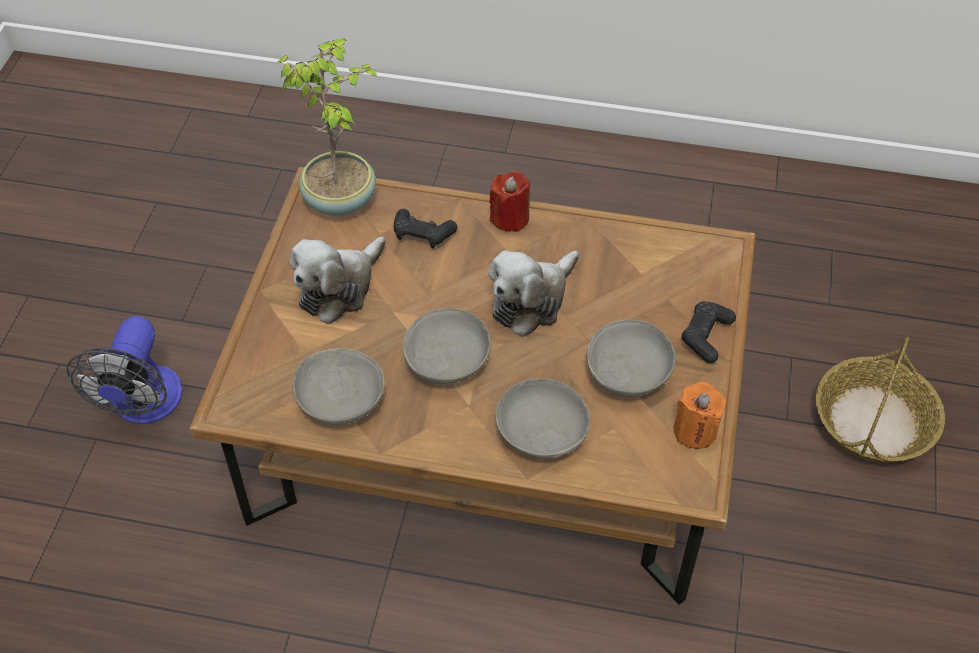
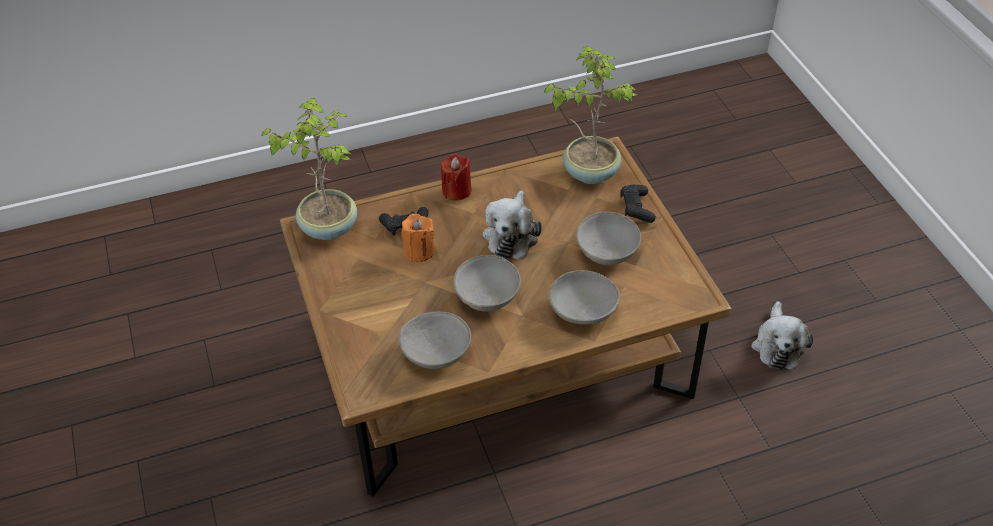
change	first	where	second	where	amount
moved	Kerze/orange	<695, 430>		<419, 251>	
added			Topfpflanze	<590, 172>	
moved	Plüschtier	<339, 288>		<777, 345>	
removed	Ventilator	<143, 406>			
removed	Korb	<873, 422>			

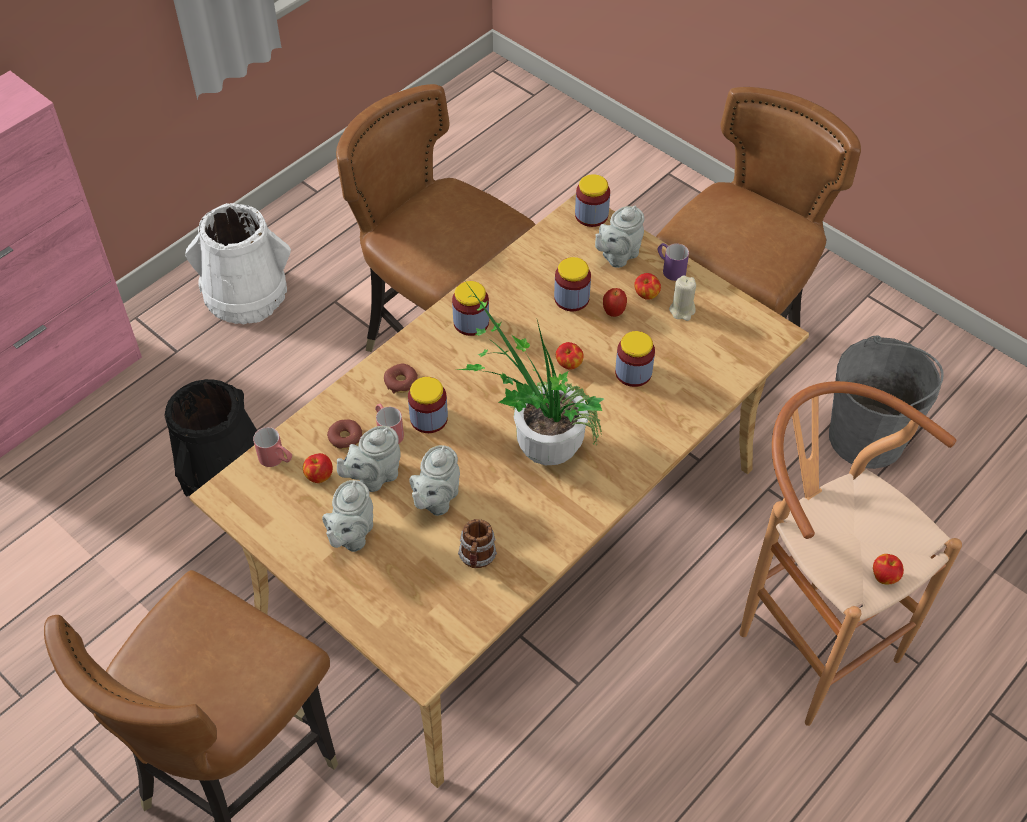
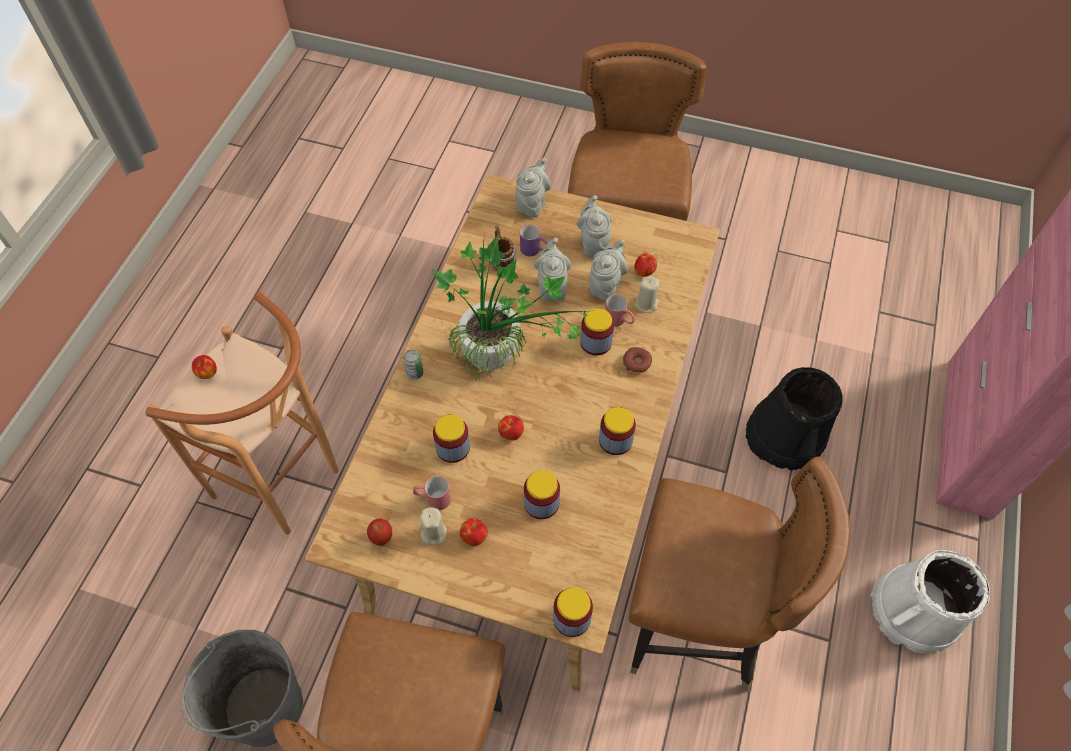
change	first	where	second	where	amount
moved	Apfel	<613, 312>		<382, 538>	
added			Dose	<415, 373>	
moved	Henkelbecher/rot	<276, 459>		<432, 499>	
moved	Teekanne/grau	<618, 256>		<532, 203>	
moved	Henkelbecher/lila	<670, 268>		<534, 250>	
replaced	Donut	<345, 438>	Kerze/beige	<646, 304>	

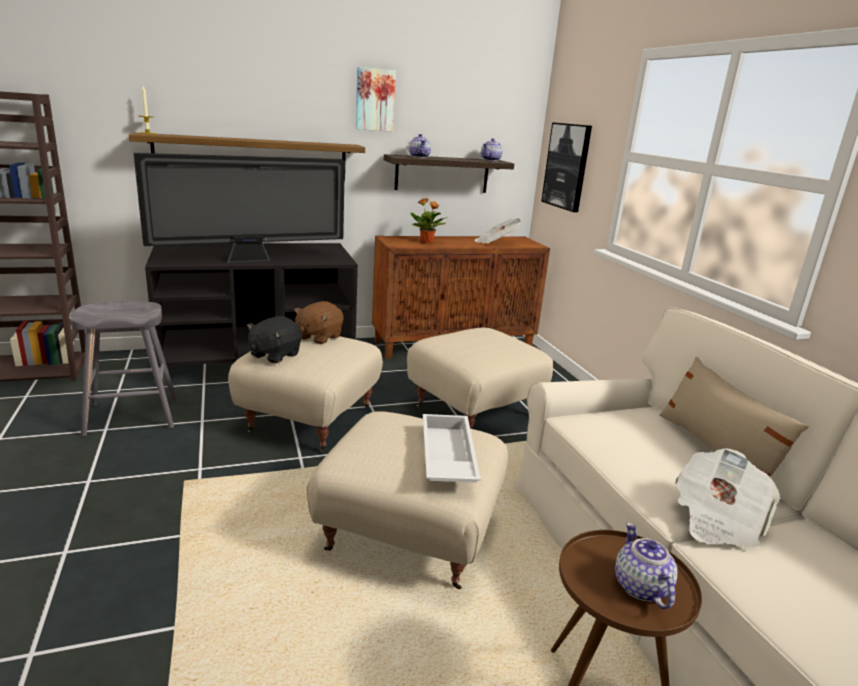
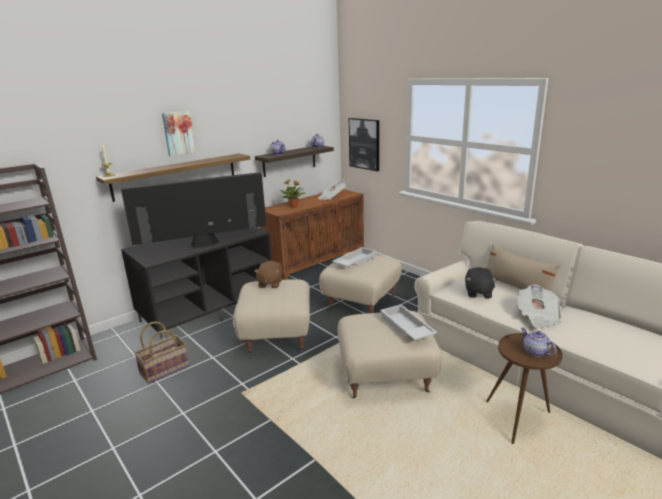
change	first	where	second	where	amount
turned	Fernseher	<250, 260>		<203, 245>	150 degrees counterclockwise
replaced	Hocker/grau	<131, 416>	Korb	<164, 369>	
moved	Bild	<374, 100>		<178, 133>	
added			Tablett/weiß	<354, 261>	
moved	Plüschtier/schwarz	<274, 355>		<478, 293>	

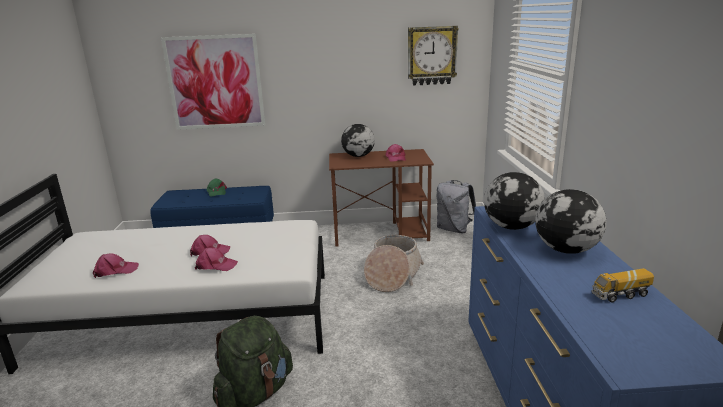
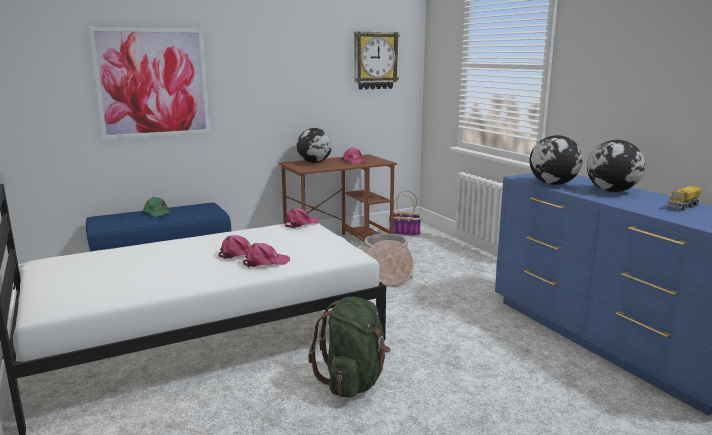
change	first	where	second	where	amount
moved	Kappe/rosa	<115, 271>		<301, 224>	
replaced	Rucksack/grau	<454, 229>	Korb	<405, 233>	

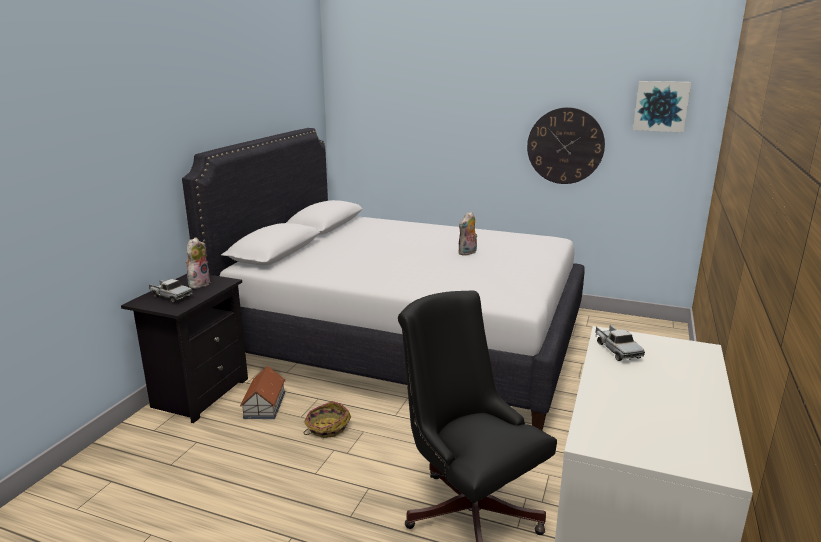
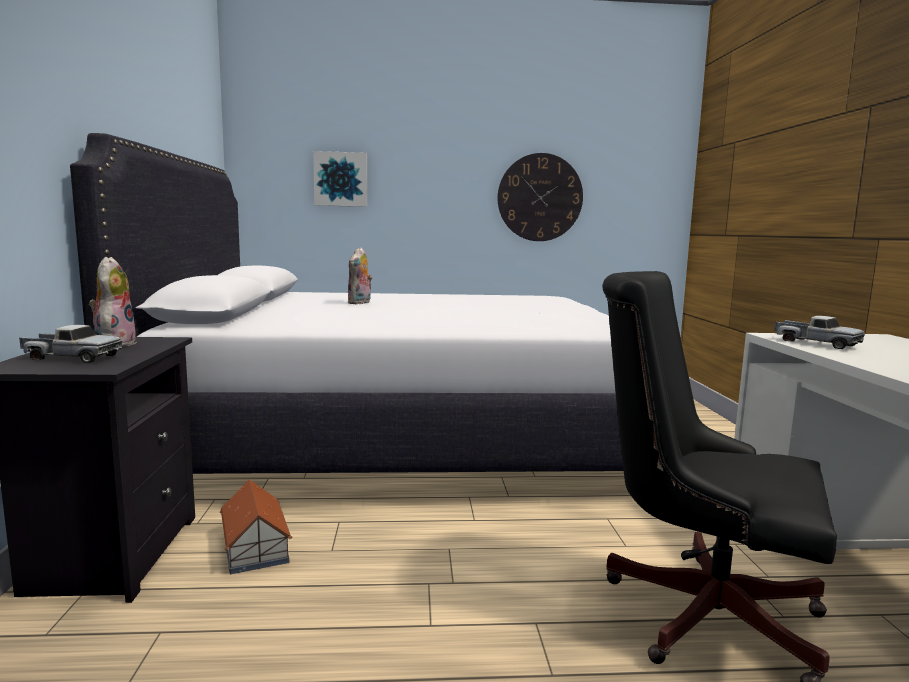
change	first	where	second	where	amount
moved	Bild	<661, 106>		<341, 179>	
moved	Plüschtier	<467, 253>		<360, 303>	
removed	Korb	<326, 427>			

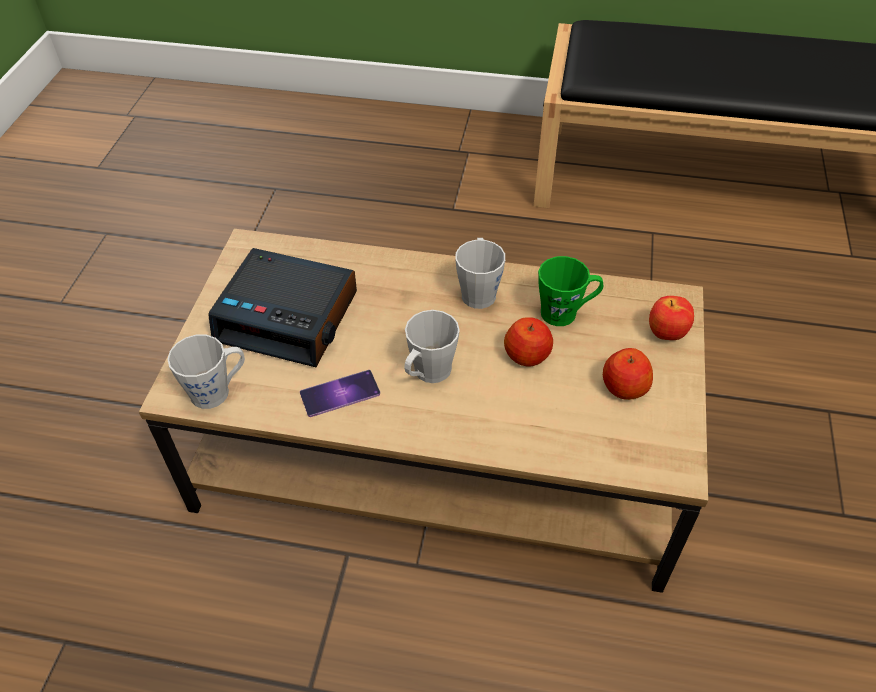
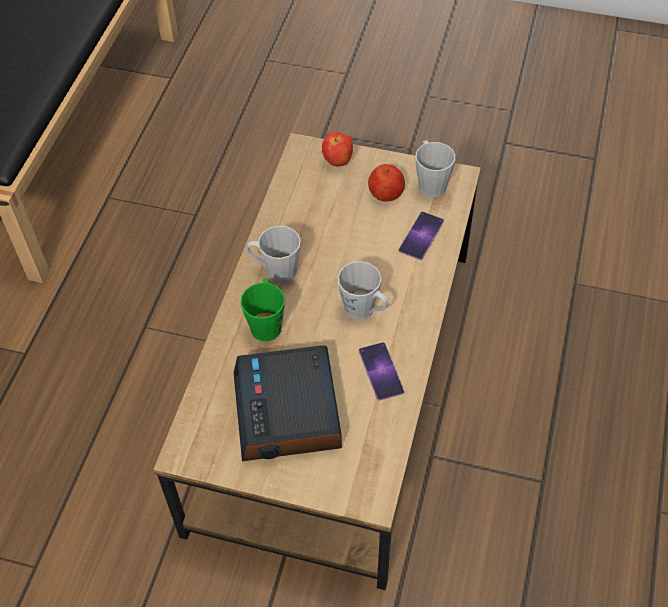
change	first	where	second	where	amount
turned	Wecker	<289, 317>		<288, 412>	150 degrees clockwise
moved	Henkelbecher/grün	<565, 313>		<266, 323>	
added			Handy	<421, 236>	
moved	Henkelbecher/grau	<217, 391>		<430, 182>	
removed	Apfel	<527, 355>			

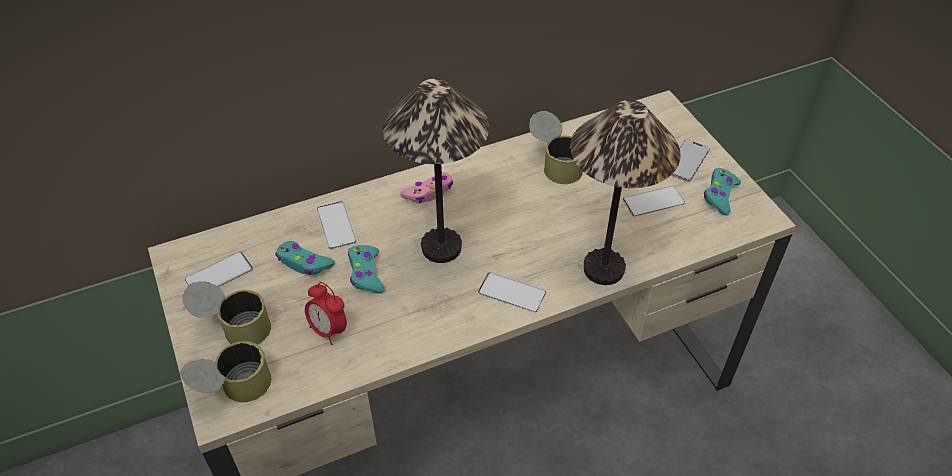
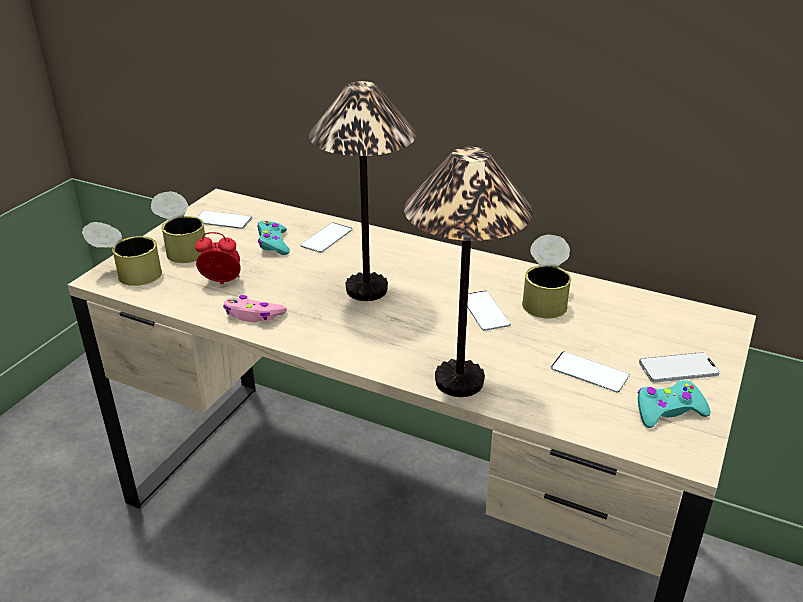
change	first	where	second	where	amount
turned	Wecker	<328, 330>		<222, 282>	90 degrees clockwise
moved	Gamepad/rosa	<429, 192>		<254, 315>	
moved	Handy	<512, 292>		<484, 311>	
removed	Gamepad/türkis	<366, 274>			

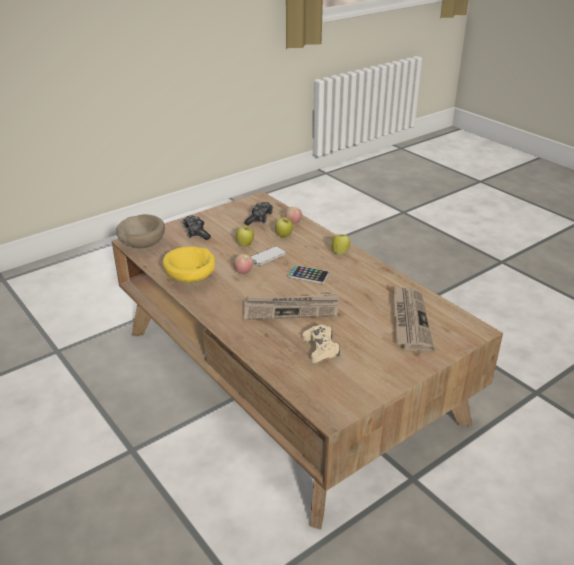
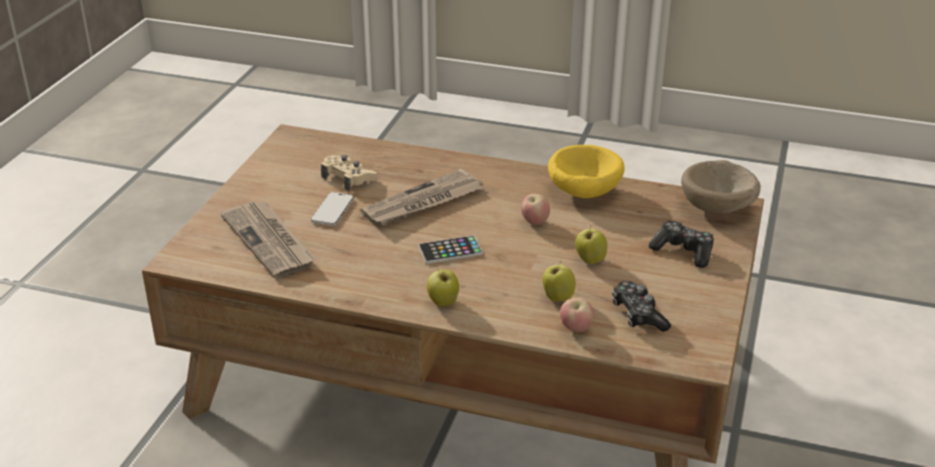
change	first	where	second	where	amount
moved	Handy	<267, 257>		<332, 210>	

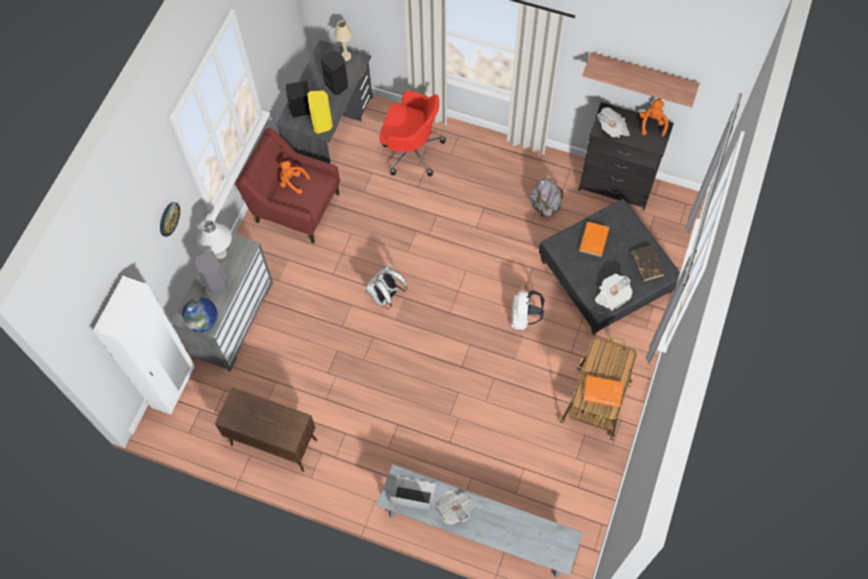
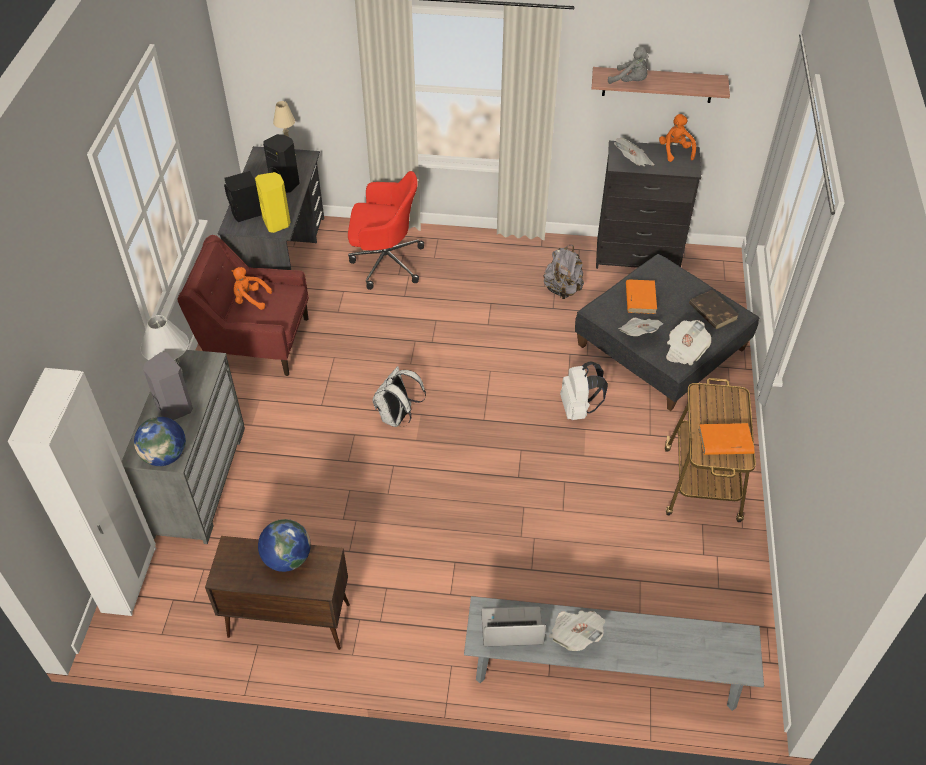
change	first	where	second	where	amount
added			Globus	<287, 558>	
added			Plüschtier/grau	<630, 82>	
added			Zeitung	<638, 334>	
removed	Wanduhr	<168, 218>			

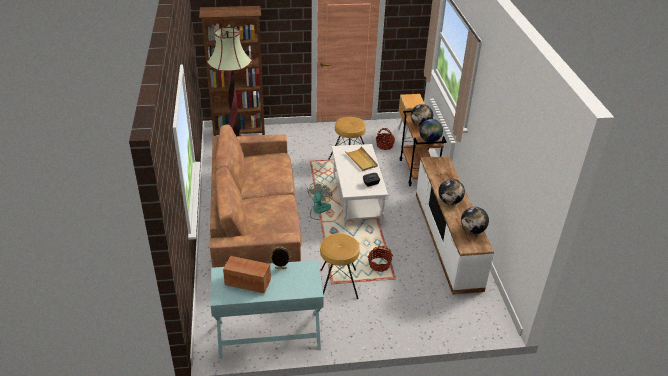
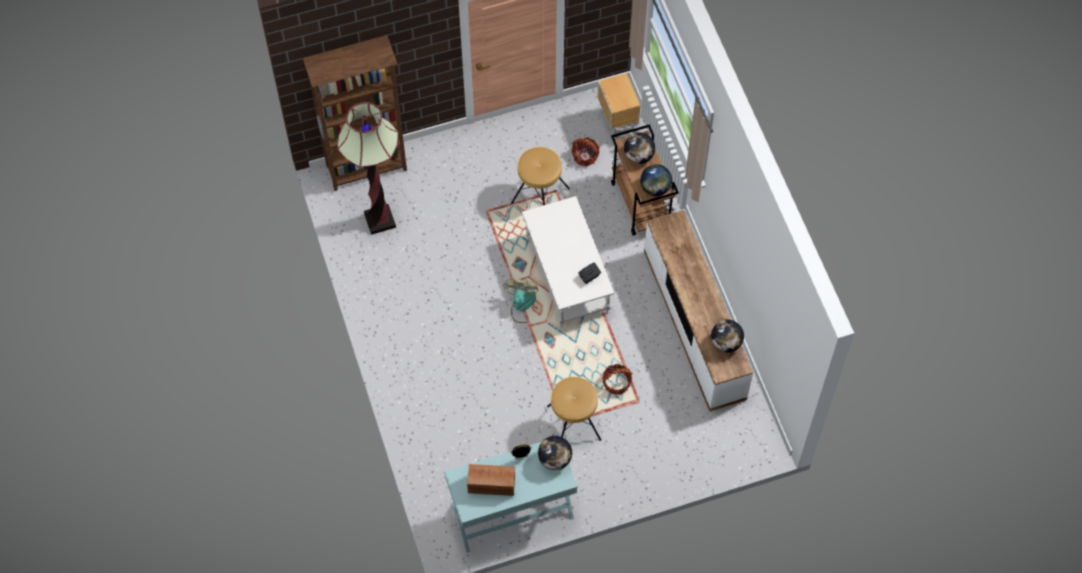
change	first	where	second	where	amount
moved	Globus	<449, 201>		<555, 459>	
removed	Sofa/braun	<255, 219>			
removed	Tablett/beige	<361, 160>			

